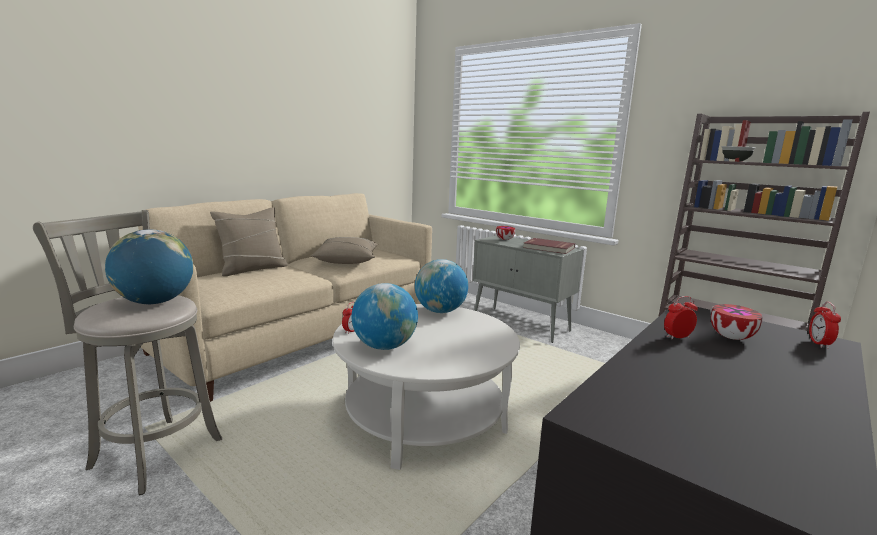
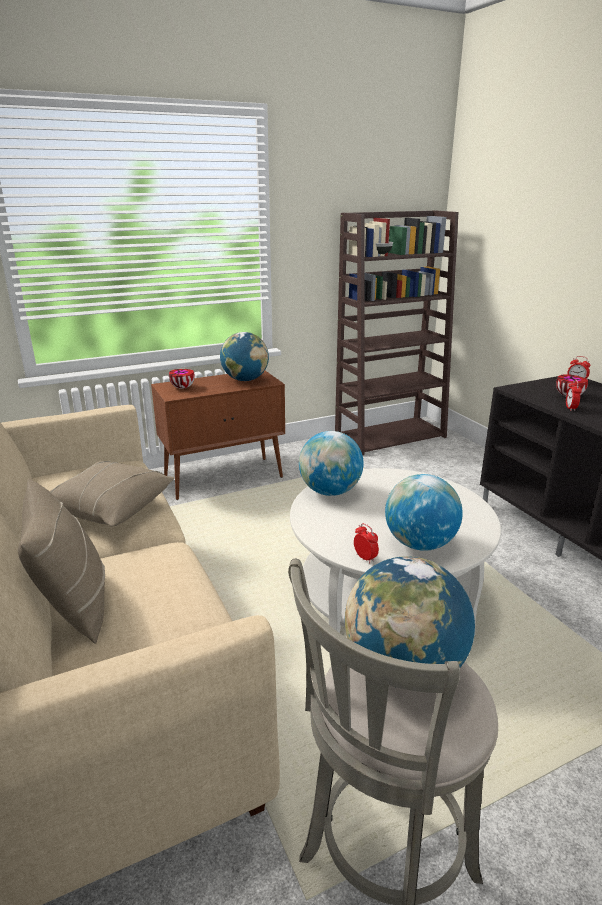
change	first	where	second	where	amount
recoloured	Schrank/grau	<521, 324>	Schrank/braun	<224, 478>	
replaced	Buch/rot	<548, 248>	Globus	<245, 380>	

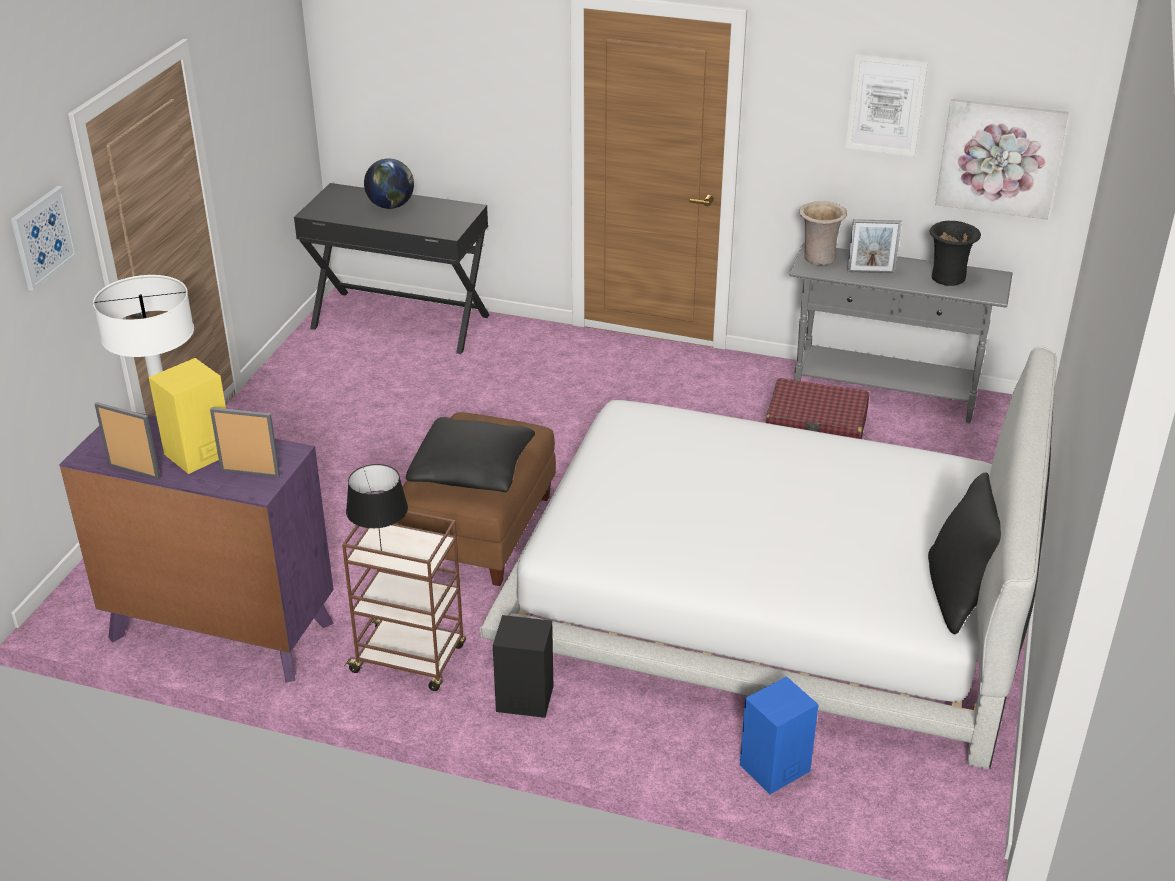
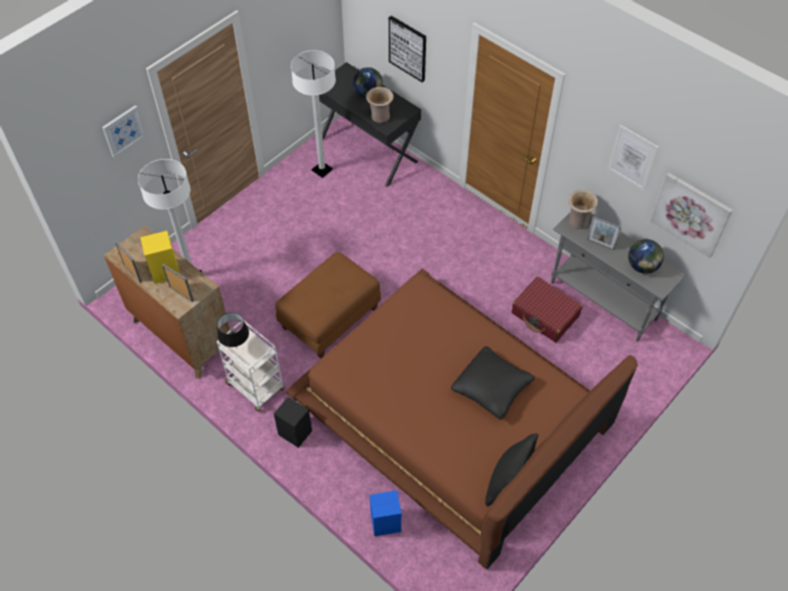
change	first	where	second	where	amount
recoloured	Kommode/lila	<221, 630>	Kommode/braun	<182, 335>	
recoloured	Rollwagen/braun	<410, 659>	Rollwagen/weiß	<256, 387>	
recoloured	Bett/weiß	<771, 588>	Bett/braun	<452, 413>	
added			Stehlampe/weiß	<322, 170>	
added			Vase/beige	<380, 117>	
added			Bild	<408, 48>	
moved	Kissen/schwarz	<472, 470>		<491, 388>	
replaced	Vase/schwarz	<948, 279>	Globus	<642, 266>	

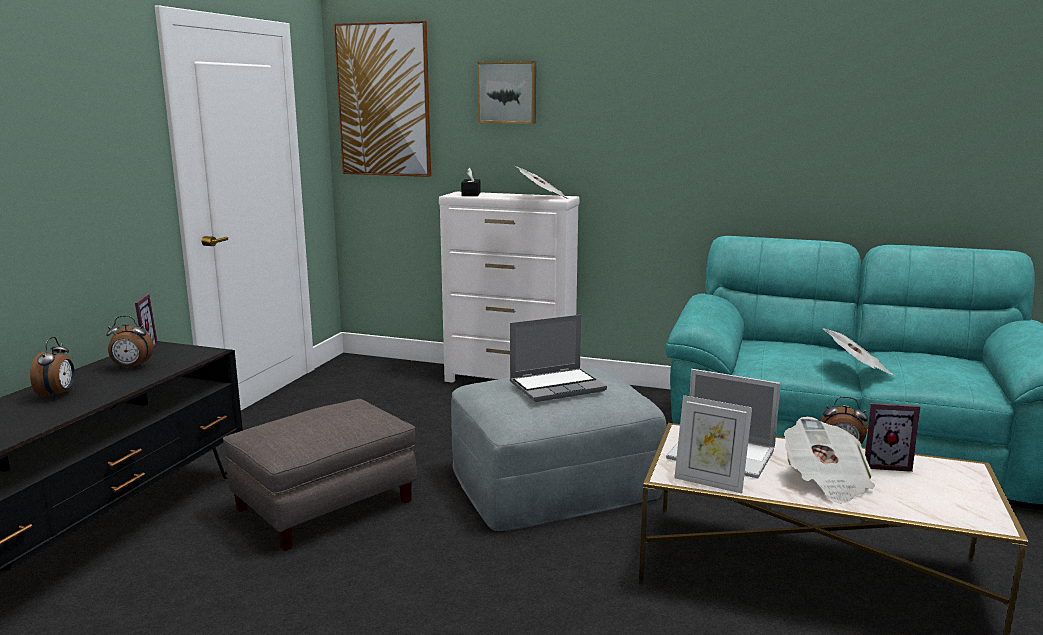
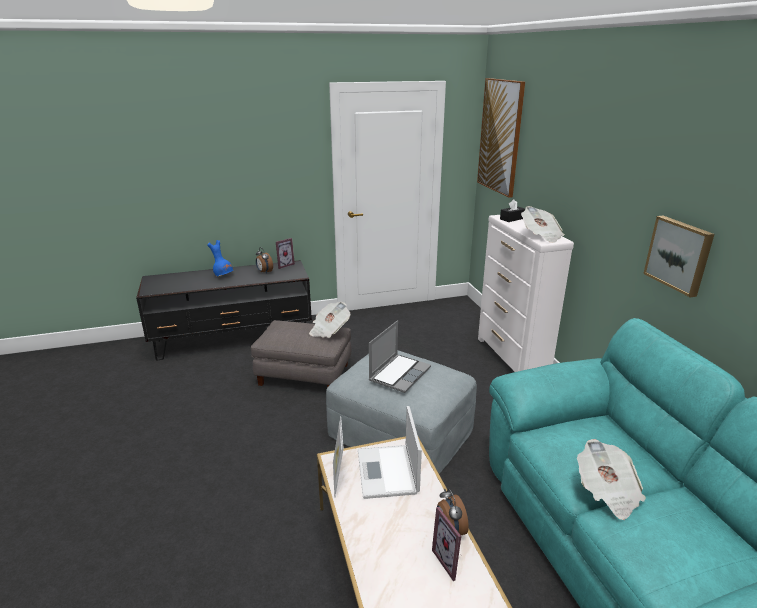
change	first	where	second	where	amount
replaced	Wecker	<58, 394>	Vase/blau	<223, 275>	
moved	Zeitung	<826, 481>		<329, 330>	
turned	Laptop	<557, 386>		<399, 374>	90 degrees counterclockwise
moved	Bild	<507, 92>		<679, 254>	

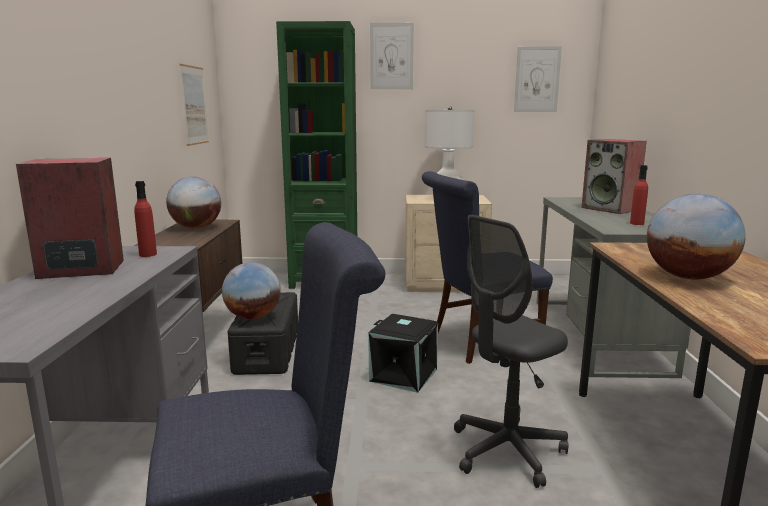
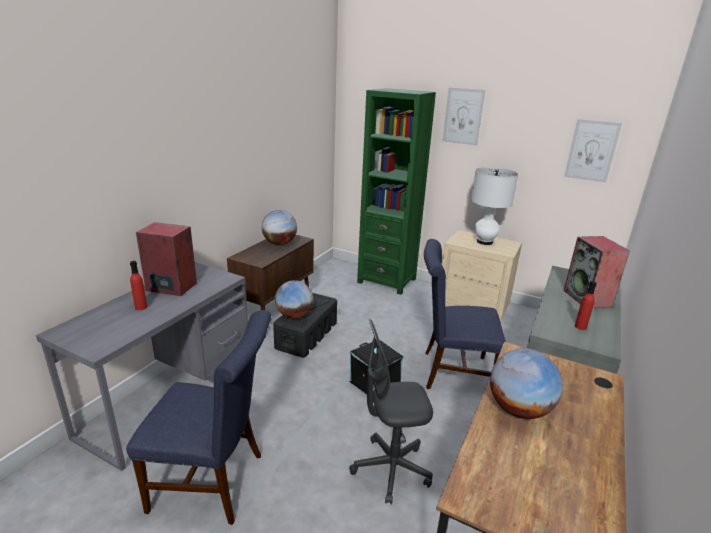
change	first	where	second	where	amount
moved	Flasche/rot	<148, 254>		<141, 307>	
removed	Bild	<194, 105>			

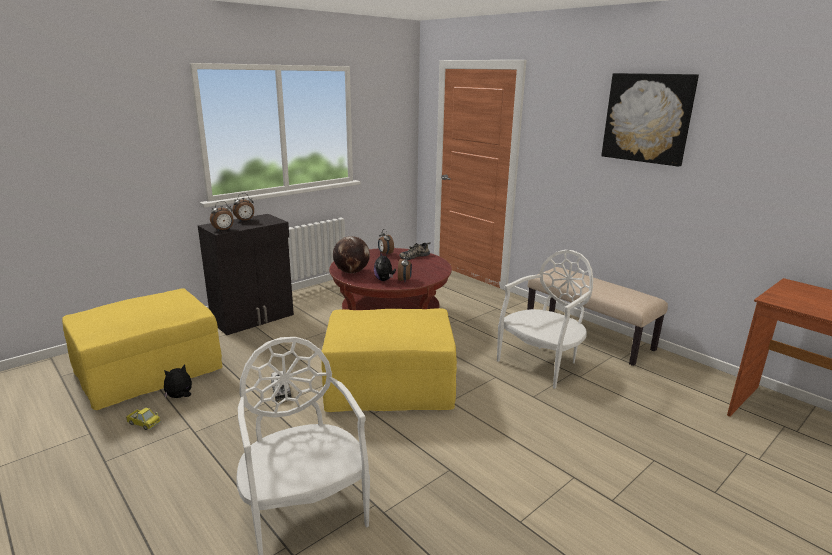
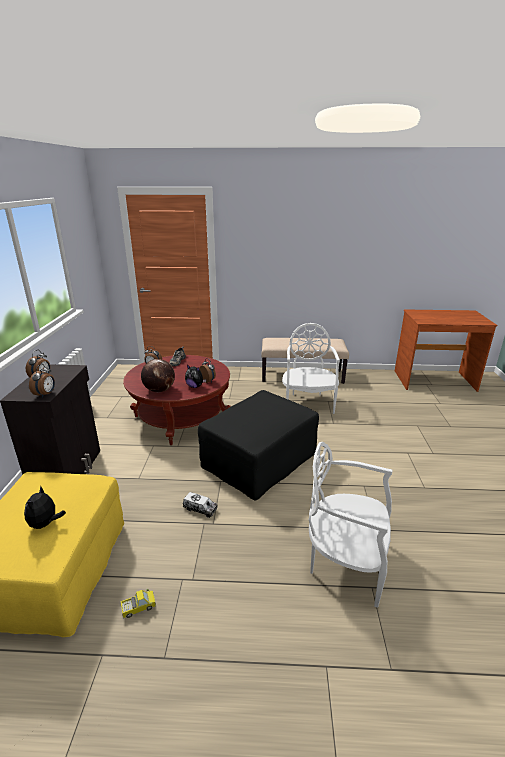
change	first	where	second	where	amount
moved	Plüschtier	<180, 397>		<45, 524>	
recoloured	Polsterhocker/gelb	<390, 386>	Polsterhocker/schwarz	<259, 461>	
removed	Bild	<647, 118>			

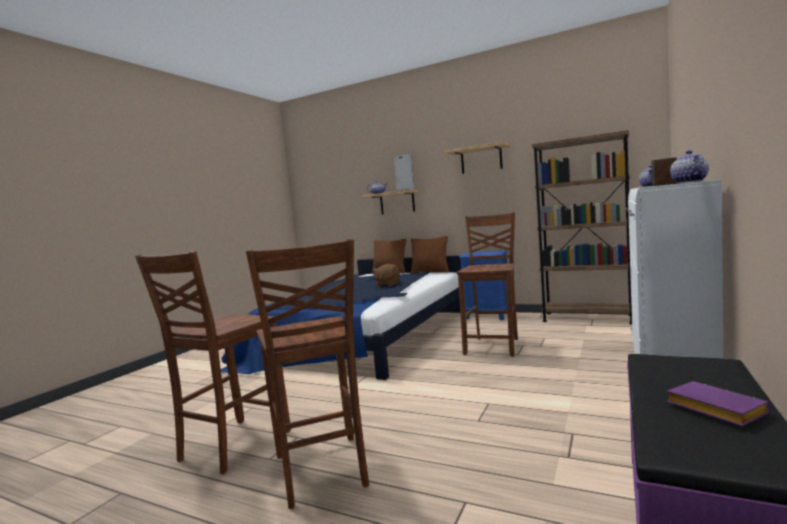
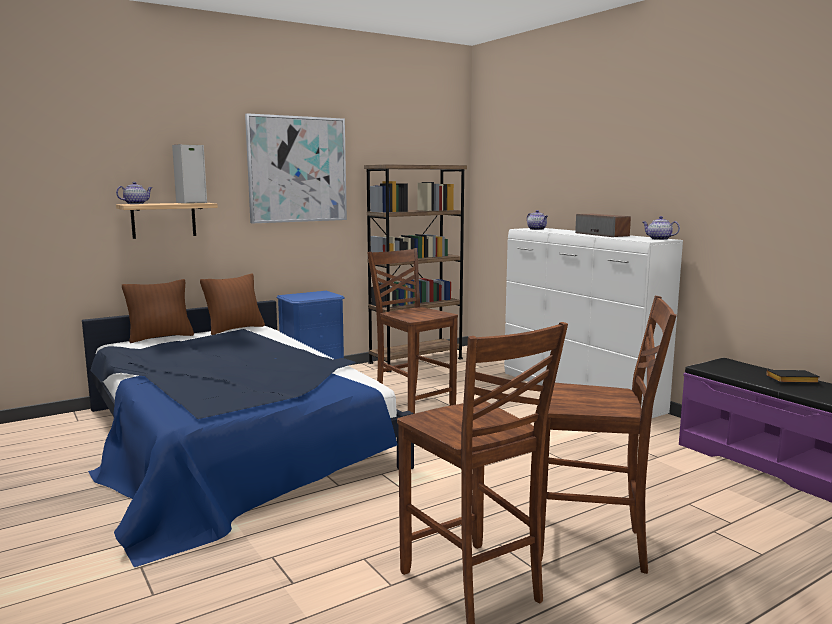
change	first	where	second	where	amount
replaced	Wandregal	<481, 159>	Bild	<297, 169>	
recoloured	Buch/lila	<712, 409>	Buch/schwarz	<791, 381>	
removed	Plüschtier/braun	<387, 284>			

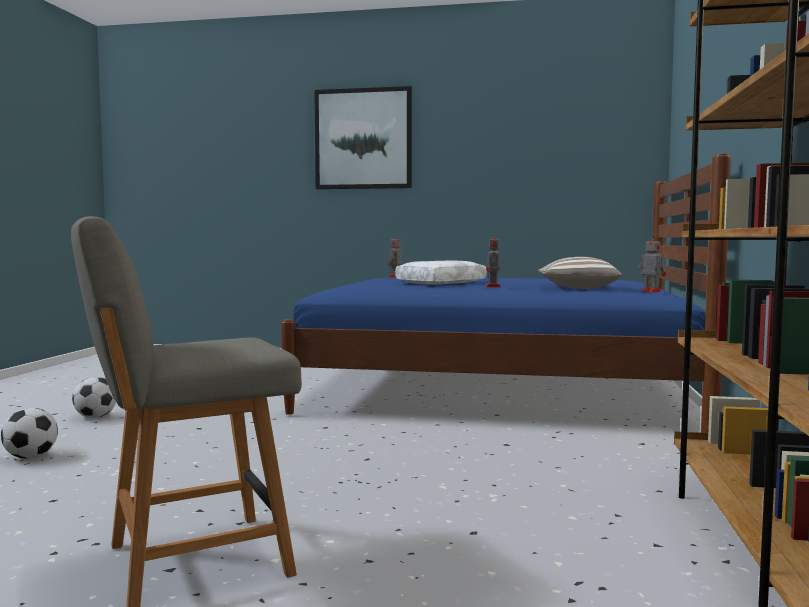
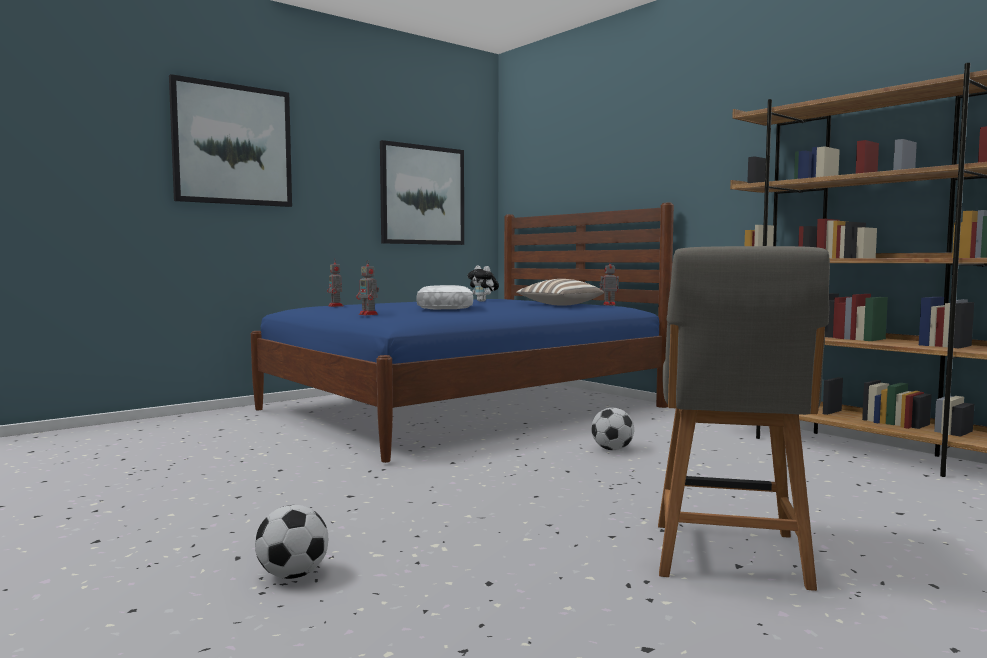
change	first	where	second	where	amount
moved	Spielzeugroboter	<493, 286>		<369, 314>	
added			Bild	<422, 195>	
added			Plüschtier	<483, 301>	
moved	Fußball	<95, 417>		<612, 449>	

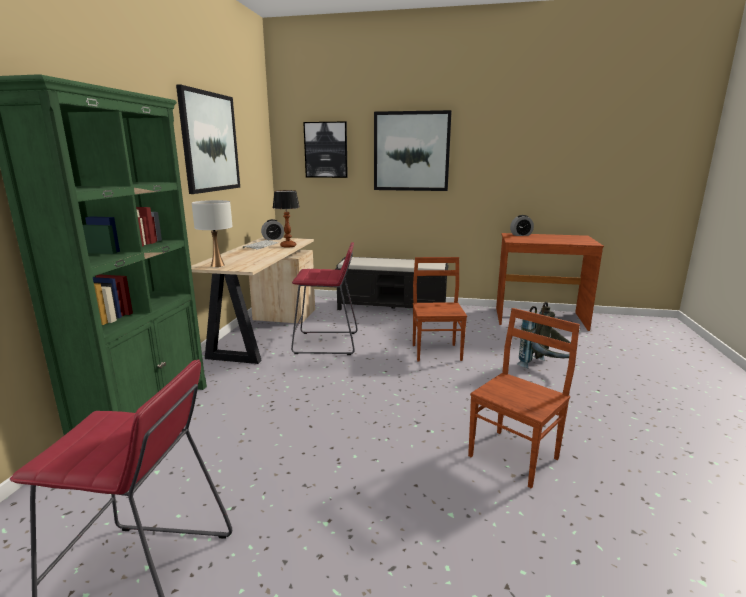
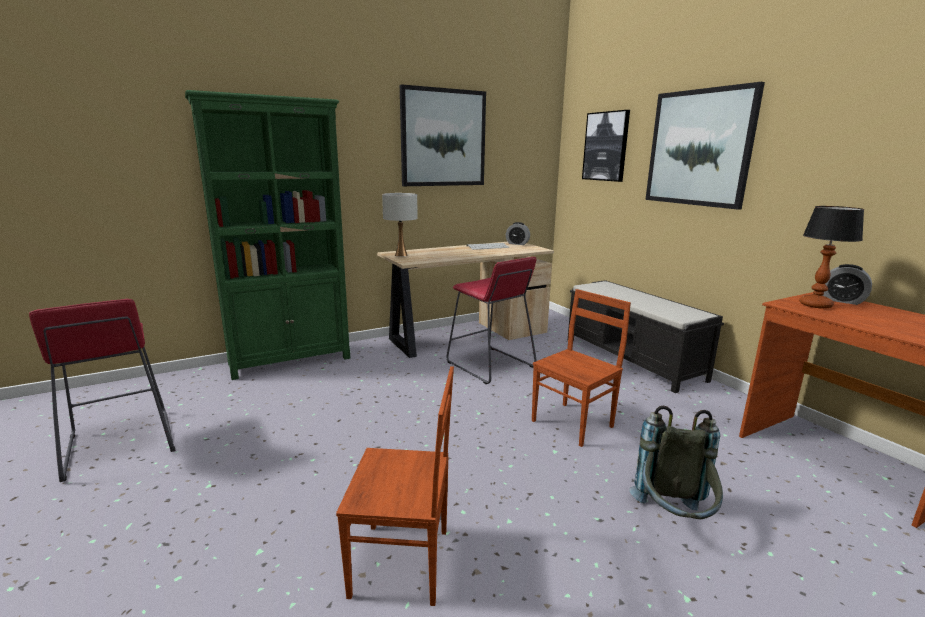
change	first	where	second	where	amount
moved	Tischlampe	<288, 246>		<814, 305>	

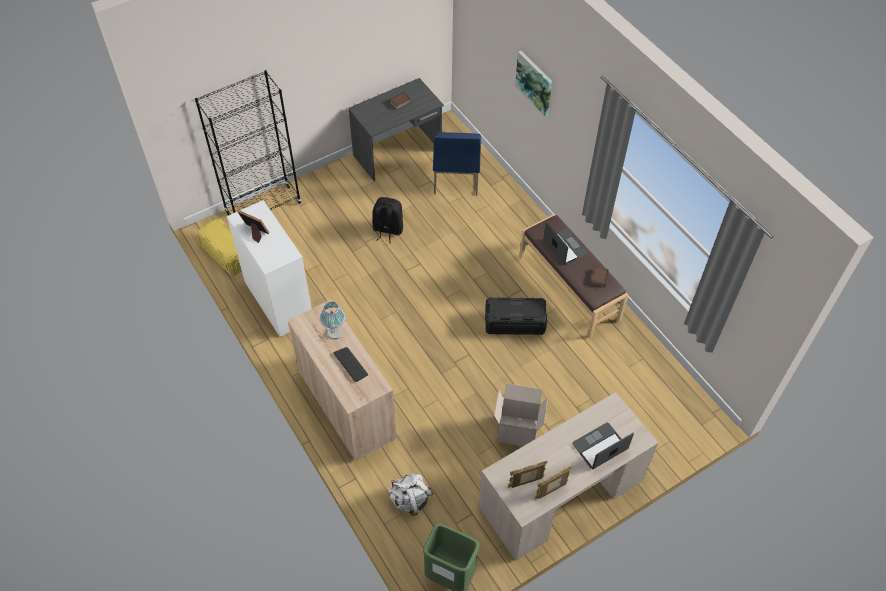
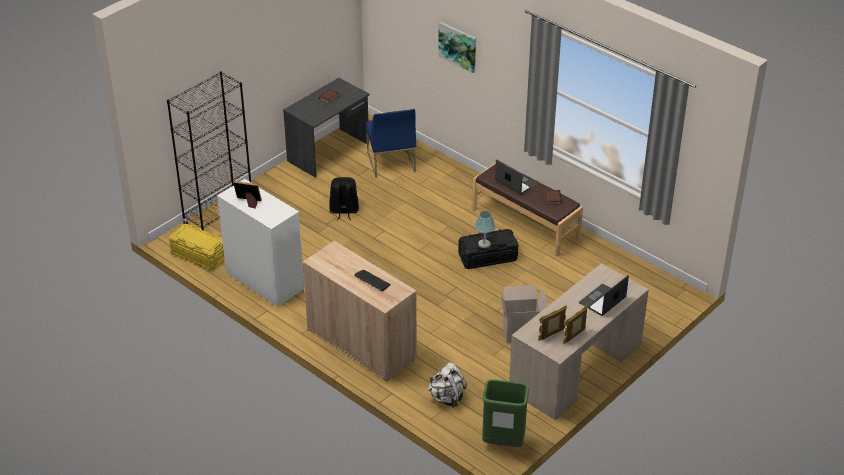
change	first	where	second	where	amount
moved	Tischlampe	<335, 333>		<484, 244>	

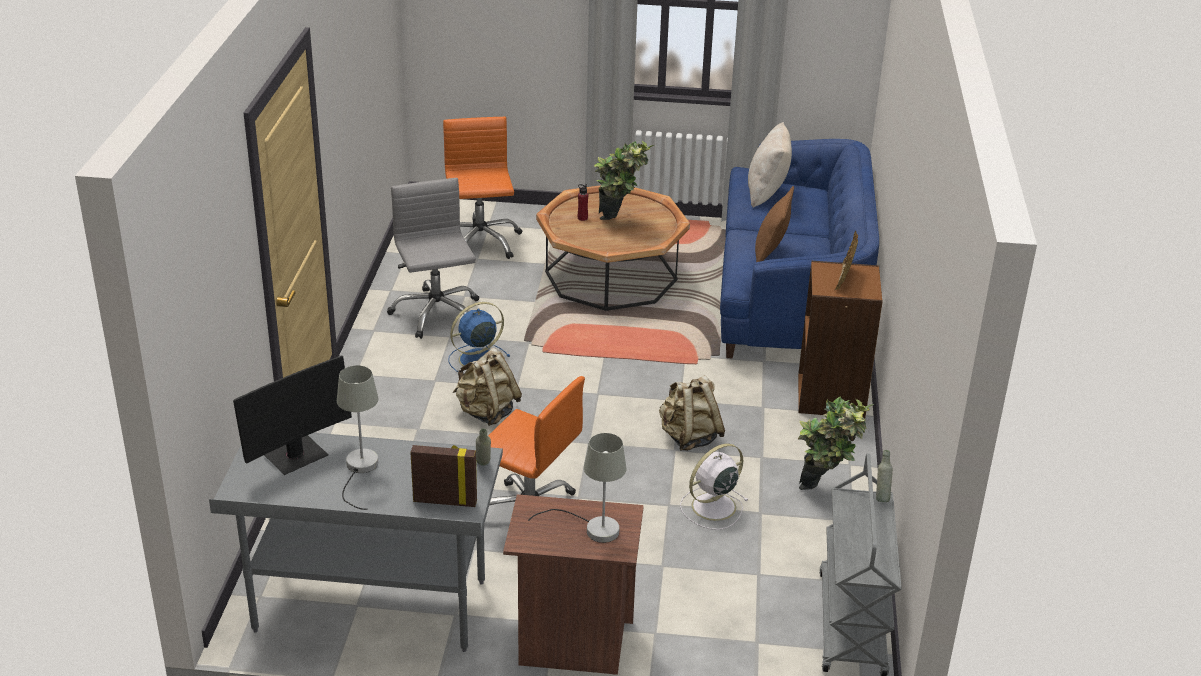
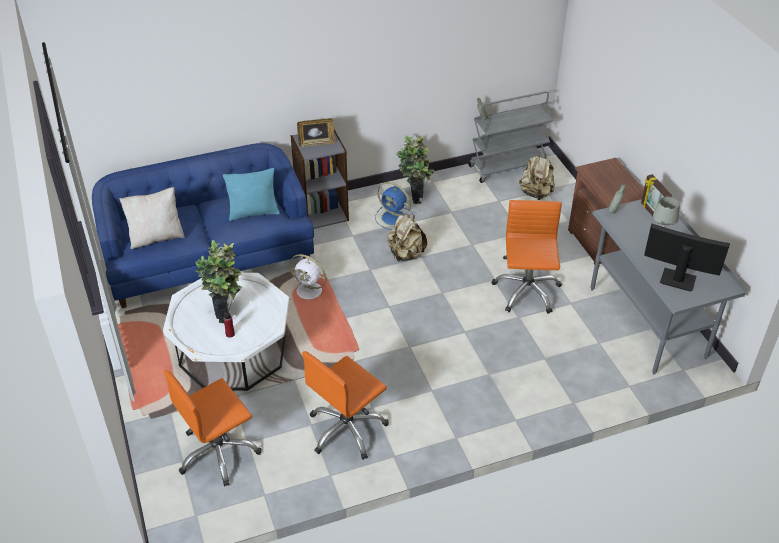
change	first	where	second	where	amount
recoloured	Couchtisch/braun	<611, 276>	Couchtisch/weiß	<233, 351>	
recoloured	Kissen/braun	<770, 256>	Kissen/türkis	<253, 213>	
moved	Ventilator/weiß	<712, 507>		<310, 291>	
recoloured	Bücherregal/braun	<832, 396>	Bücherregal/grau	<322, 212>	
recoloured	Bürostuhl/grau	<436, 313>	Bürostuhl/orange	<347, 429>	
moved	Ventilator/blau	<476, 360>		<395, 218>	
moved	Rucksack/beige	<487, 413>		<536, 193>	
removed	Tischlampe/grau	<593, 528>			

